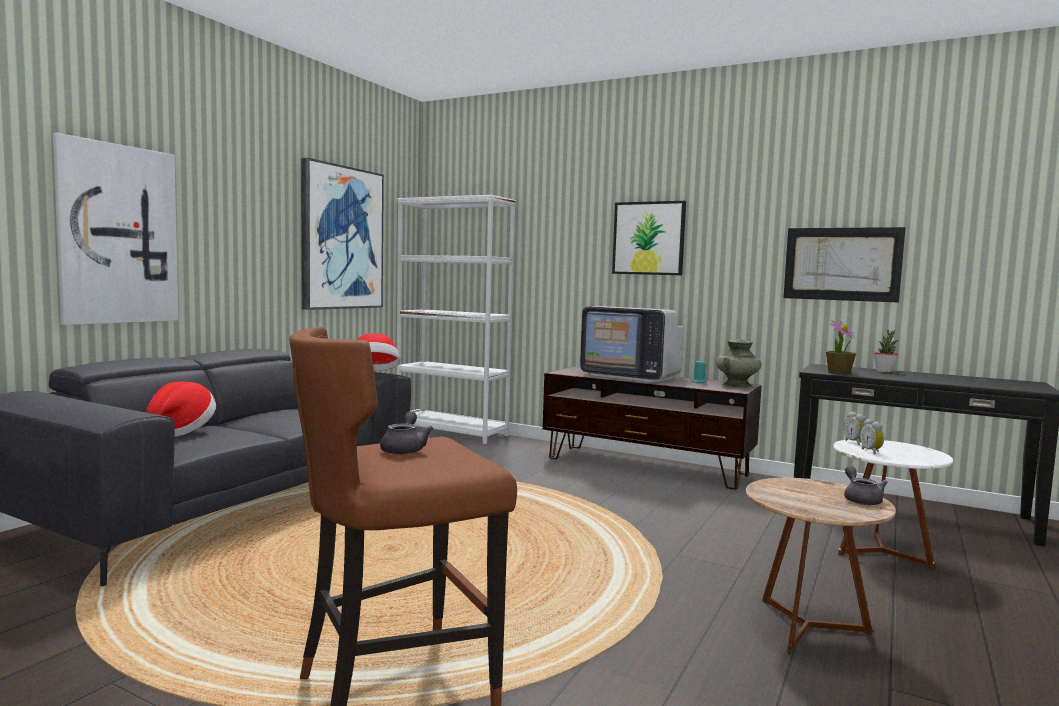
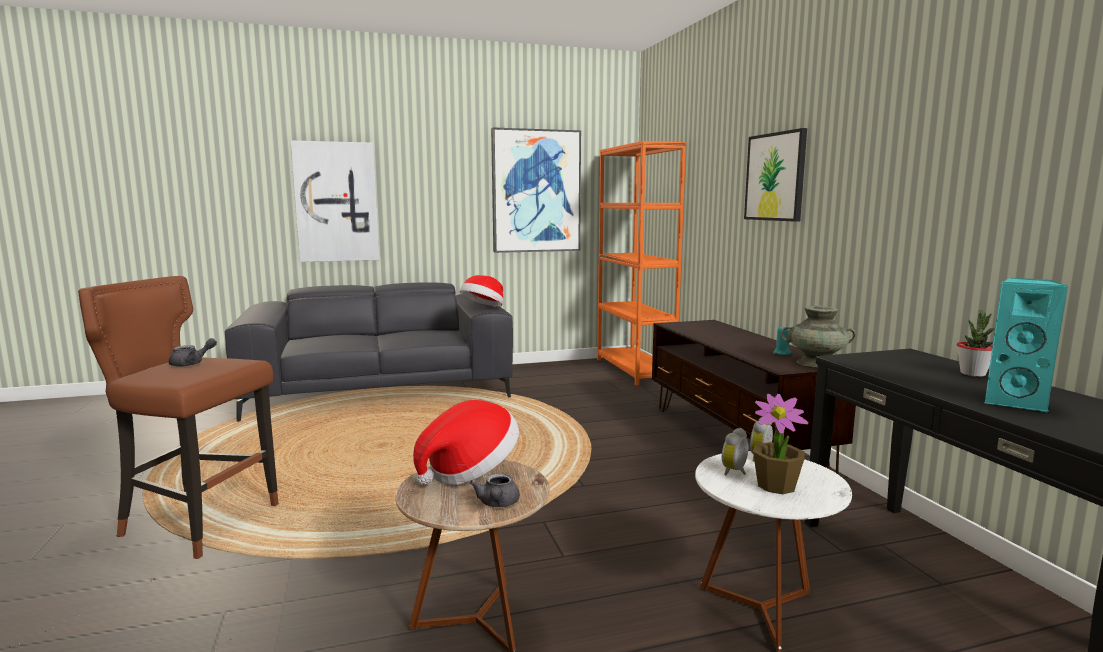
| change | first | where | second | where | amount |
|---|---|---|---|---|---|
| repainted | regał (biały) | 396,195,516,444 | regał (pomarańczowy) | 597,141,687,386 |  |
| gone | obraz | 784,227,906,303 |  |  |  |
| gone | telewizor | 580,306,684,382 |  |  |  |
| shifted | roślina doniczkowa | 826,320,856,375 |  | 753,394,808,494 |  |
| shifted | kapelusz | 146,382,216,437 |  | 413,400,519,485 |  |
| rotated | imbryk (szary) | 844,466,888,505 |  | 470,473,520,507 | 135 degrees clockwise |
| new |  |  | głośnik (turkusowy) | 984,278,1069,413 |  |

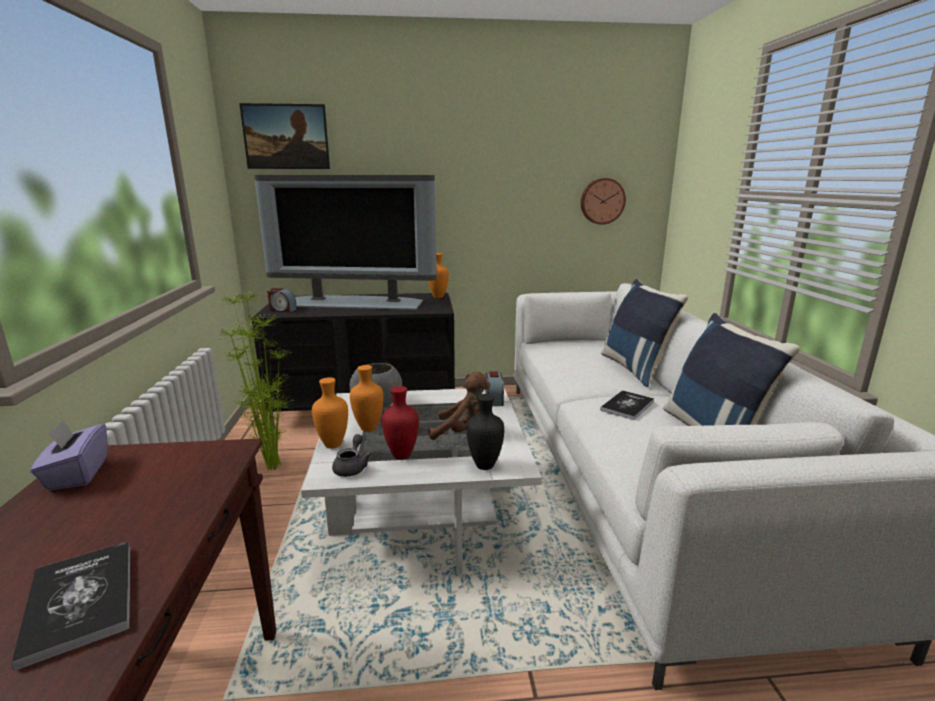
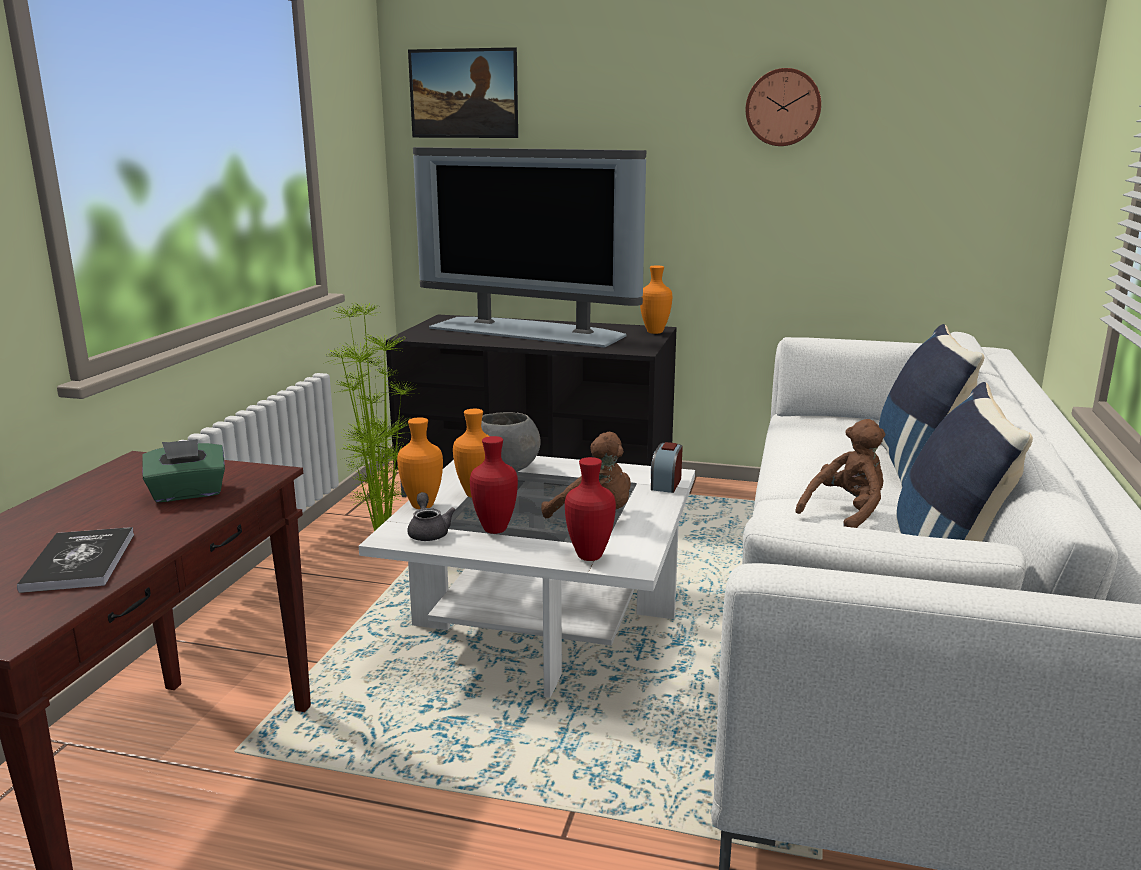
| change | first | where | second | where | amount |
|---|---|---|---|---|---|
| shifted | zegar ścienny | 581,178,626,225 |  | 746,68,821,146 |  |
| gone | budzik | 267,288,297,312 |  |  |  |
| swapped | książka | 600,390,654,420 | pluszak (brązowy) | 795,419,885,528 |  |
| repainted | wazon (czarny) | 466,394,504,470 | wazon (czerwony) | 565,457,616,561 |  |
| gone | pudełko chusteczek (fioletowy) | 30,420,107,491 |  |  |  |
| rotated | imbryk (szary) | 332,434,372,477 |  | 407,492,456,541 | 45 degrees counterclockwise |
| new |  |  | pudełko chusteczek (zielony) | 142,439,225,502 |  |

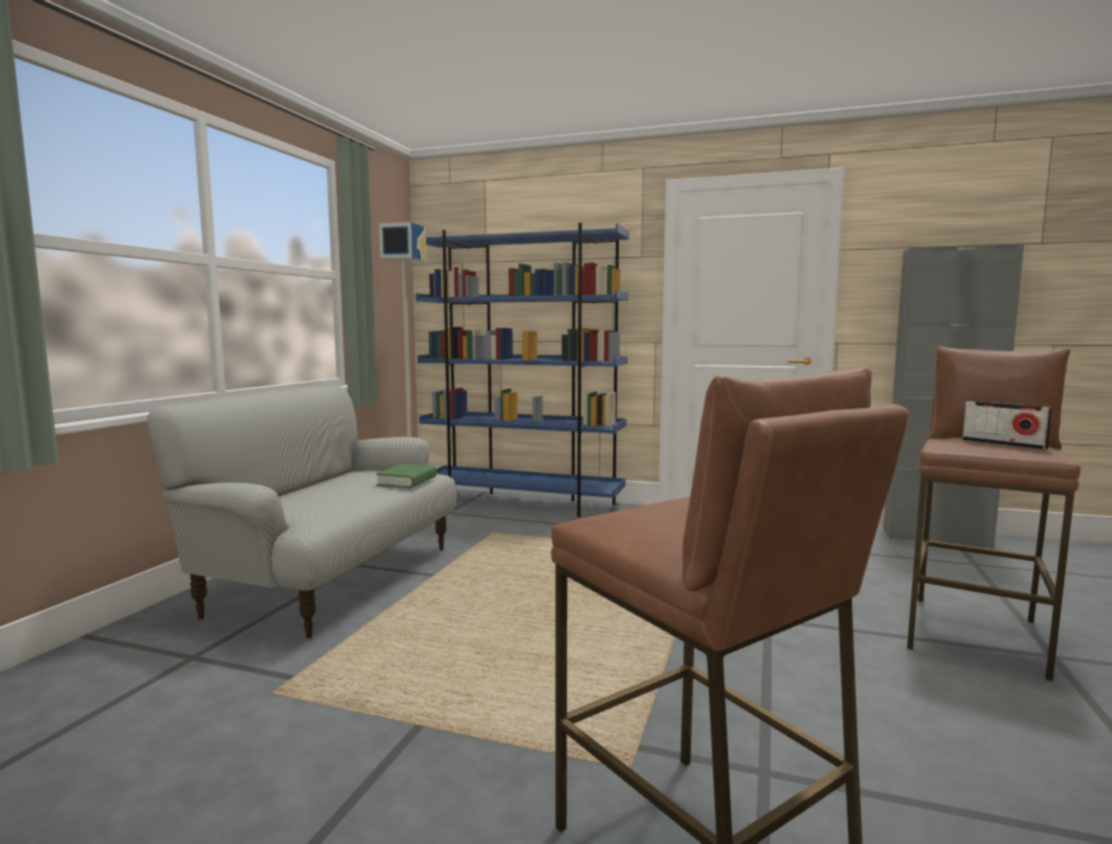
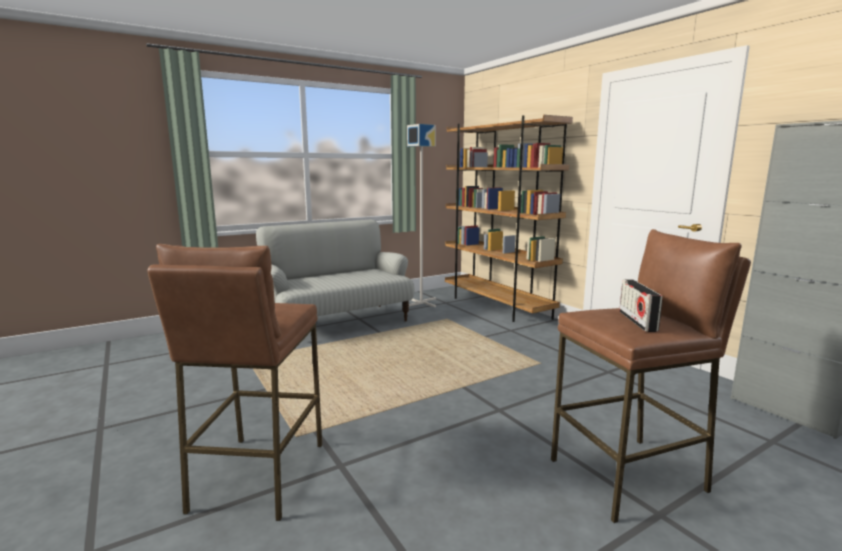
| change | first | where | second | where | amount |
|---|---|---|---|---|---|
| repainted | regał (niebieski) | 416,223,629,517 | regał (brązowy) | 445,115,573,322 |  |
| gone | książka (zielony) | 376,464,436,488 |  |  |  |

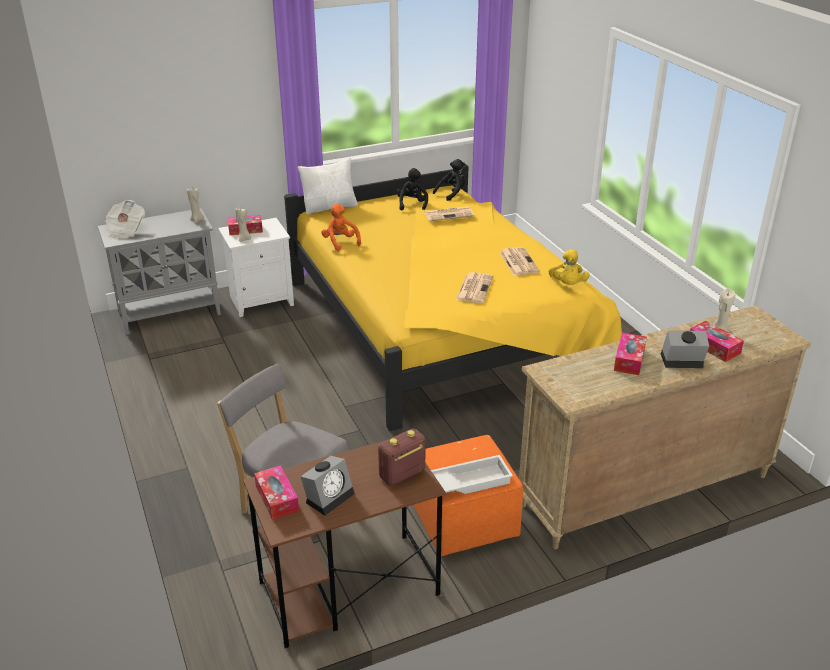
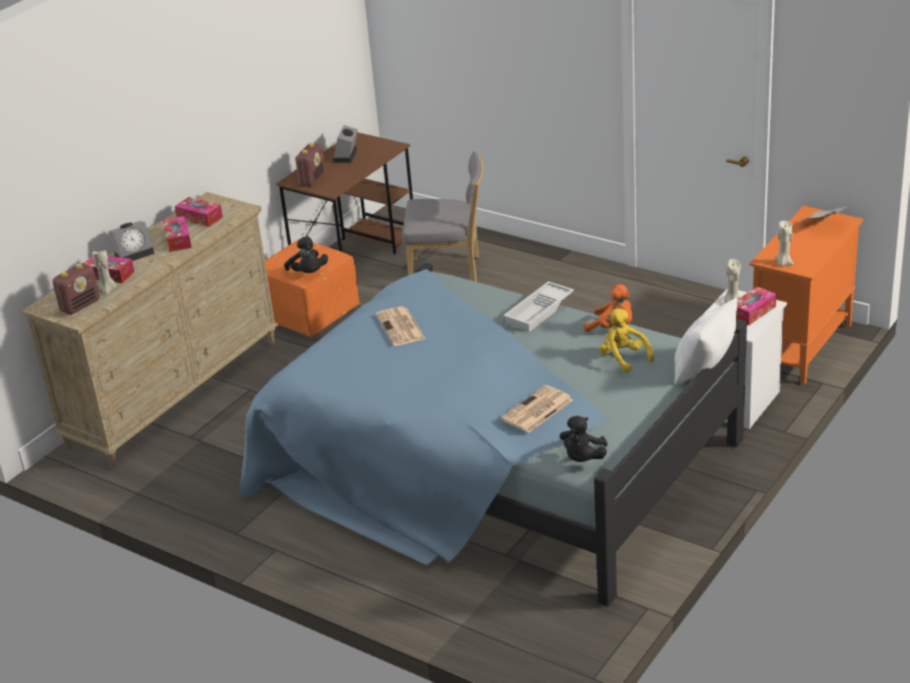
| change | first | where | second | where | amount |
|---|---|---|---|---|---|
| repainted | łóżko (żółty) | 284,164,622,431 | łóżko (niebieski) | 240,262,747,606 |  |
| shifted | pluszak (czarny) | 397,168,428,211 |  | 284,236,328,273 |  |
| repainted | szafka (szary) | 98,208,221,335 | szafka (pomarańczowy) | 750,206,863,385 |  |
| gone | gazeta | 499,247,540,275 |  |  |  |
| shifted | pluszak (żółty) | 548,250,589,285 |  | 599,308,654,373 |  |
| shifted | taca (biały) | 431,455,513,494 |  | 503,281,574,332 |  |
| shifted | pudełko chusteczek | 254,465,299,520 |  | 175,197,223,227 |  |
| new |  |  | radio | 52,263,100,315 |  |

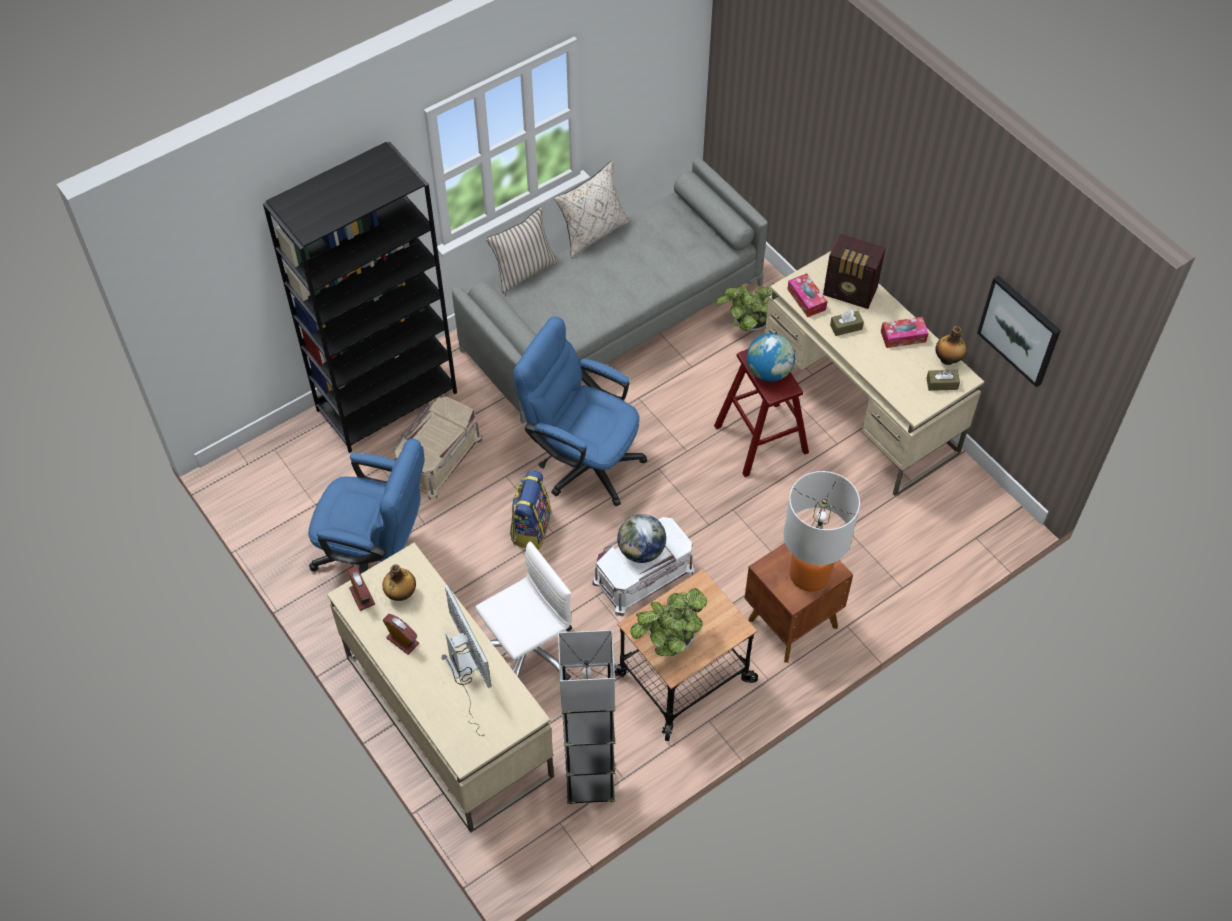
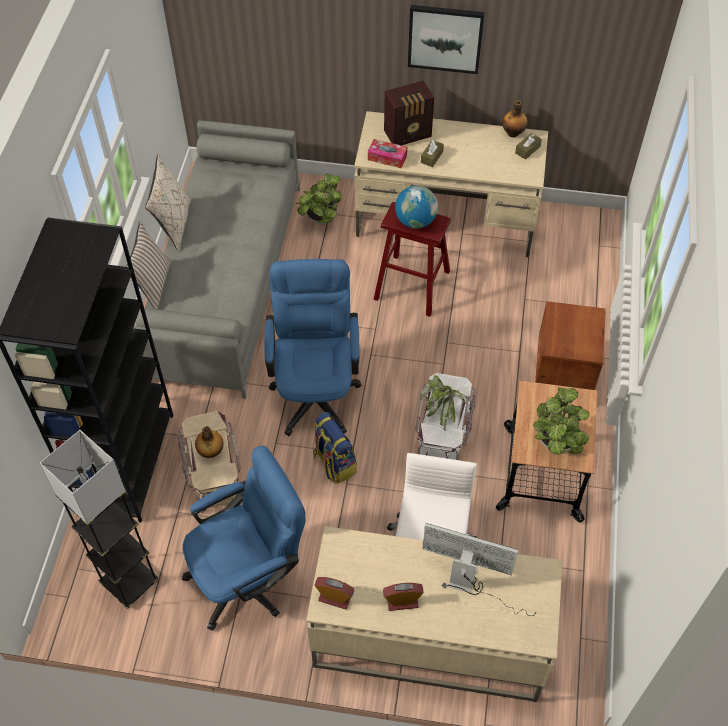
| change | first | where | second | where | amount |
|---|---|---|---|---|---|
| shifted | obraz | 977,275,1061,387 |  | 408,5,485,74 |  |
| rotated | krzesło biurowe (niebieski) | 513,316,647,506 |  | 264,259,362,436 | 105 degrees clockwise |
| gone | pudełko chusteczek | 881,317,929,348 |  |  |  |
| gone | lampa stołowa | 784,471,860,592 |  |  |  |
| swapped | globus | 617,514,666,563 | roślina doniczkowa | 420,375,468,431 |  |
| shifted | butelka | 383,564,416,601 |  | 195,426,223,458 |  |
| shifted | lampa stojąca (szary) | 558,630,615,804 |  | 40,430,159,609 |  |

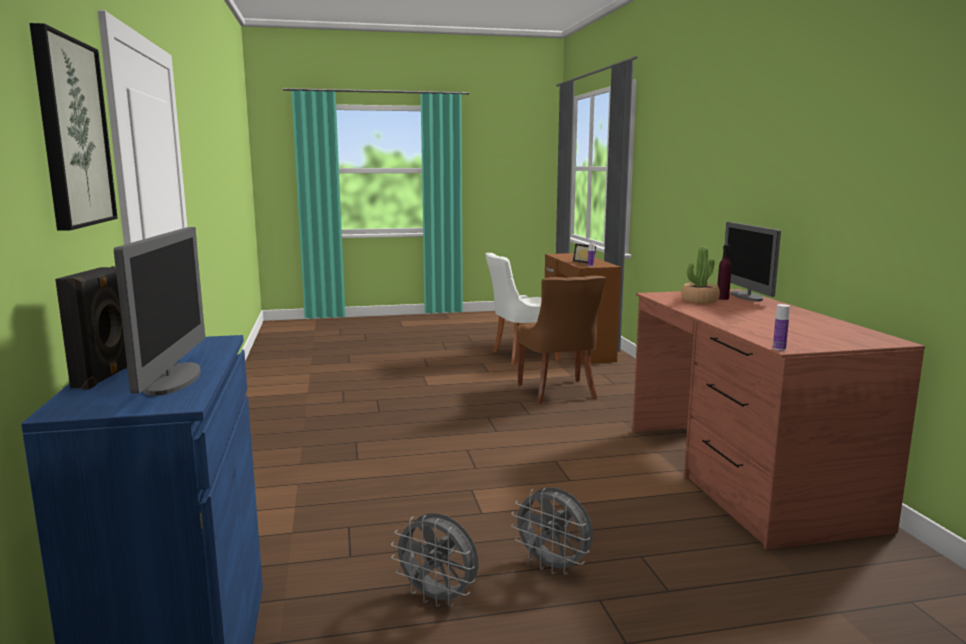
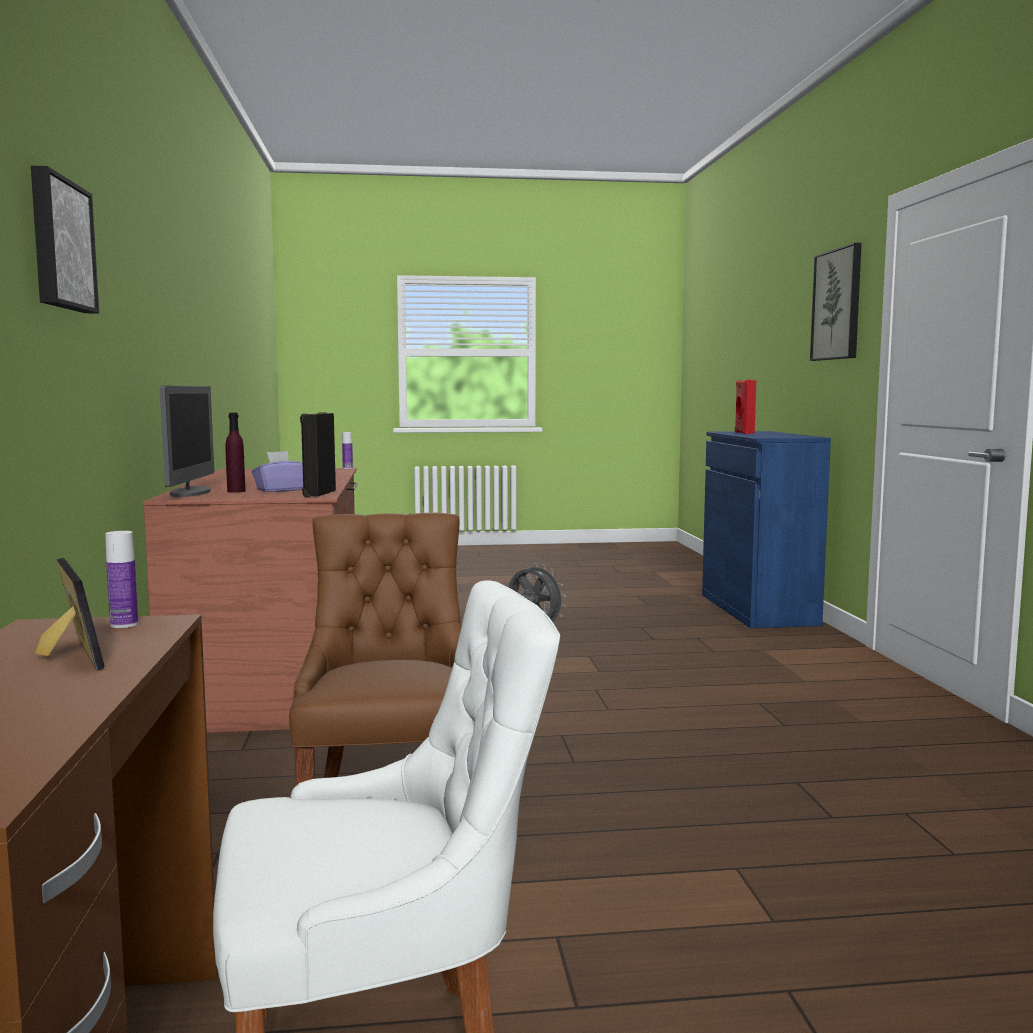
| change | first | where | second | where | amount |
|---|---|---|---|---|---|
| swapped | monitor | 114,227,205,396 | głośnik (czerwony) | 735,380,756,434 |  |
| swapped | roślina doniczkowa | 681,246,720,304 | pudełko chusteczek (fioletowy) | 252,451,303,492 |  |
| shifted | głośnik (czarny) | 55,266,127,390 |  | 300,412,336,497 |  |
| gone | wentylator (szary) | 391,513,478,607 |  |  |  |
| new |  |  | obraz | 31,166,99,313 |  |

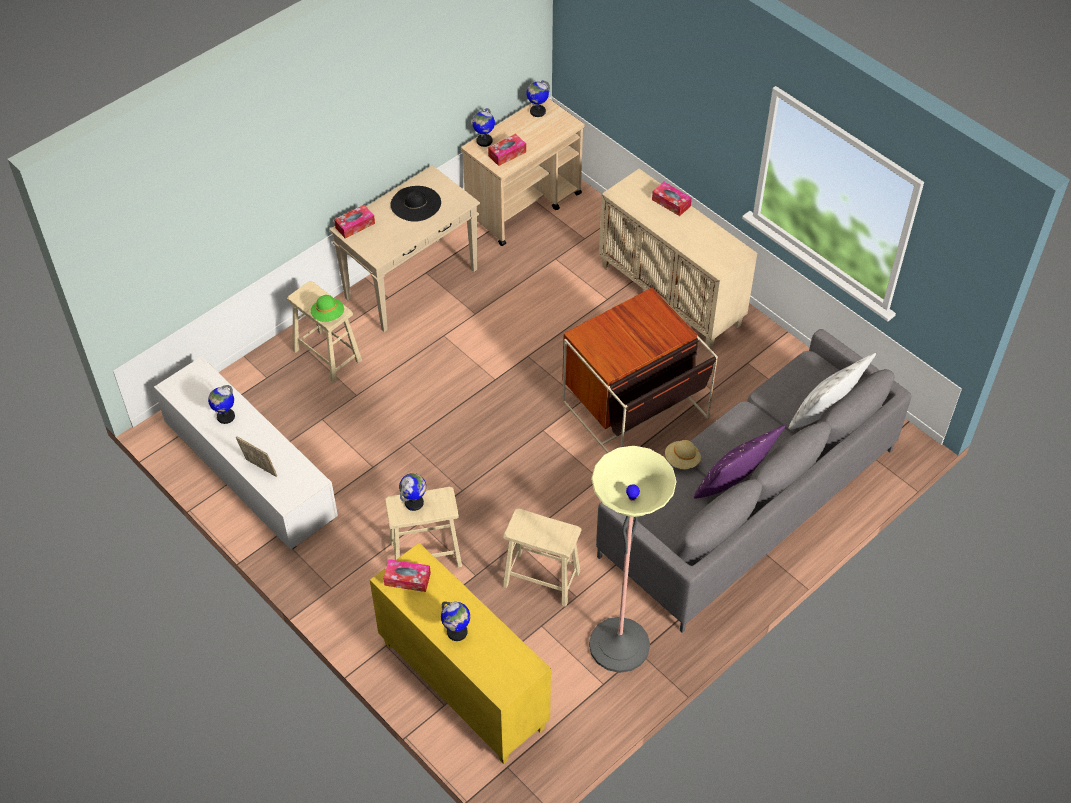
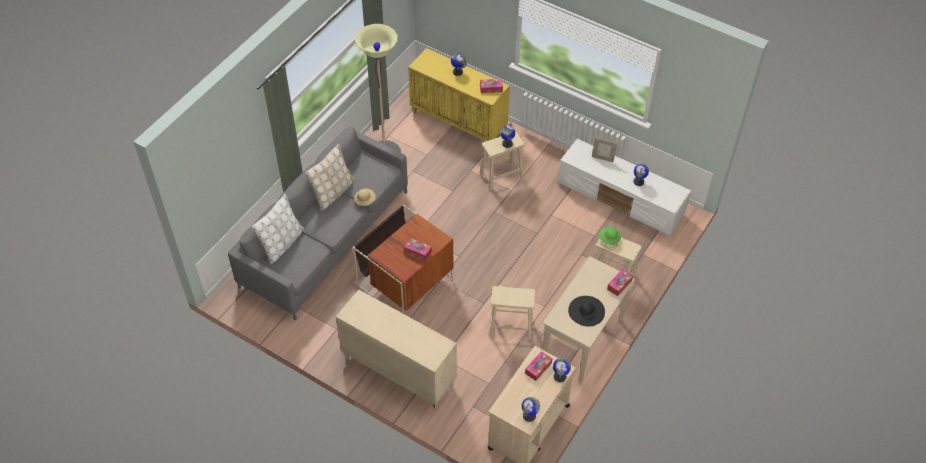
| change | first | where | second | where | amount |
|---|---|---|---|---|---|
| shifted | pudełko chusteczek | 652,182,692,216 |  | 404,238,432,261 |  |
| repainted | poduszka (fioletowy) | 694,426,785,499 | poduszka (beżowy) | 305,144,355,211 |  |
| shifted | stołek (beżowy) | 503,508,582,607 |  | 490,286,535,340 |  |

